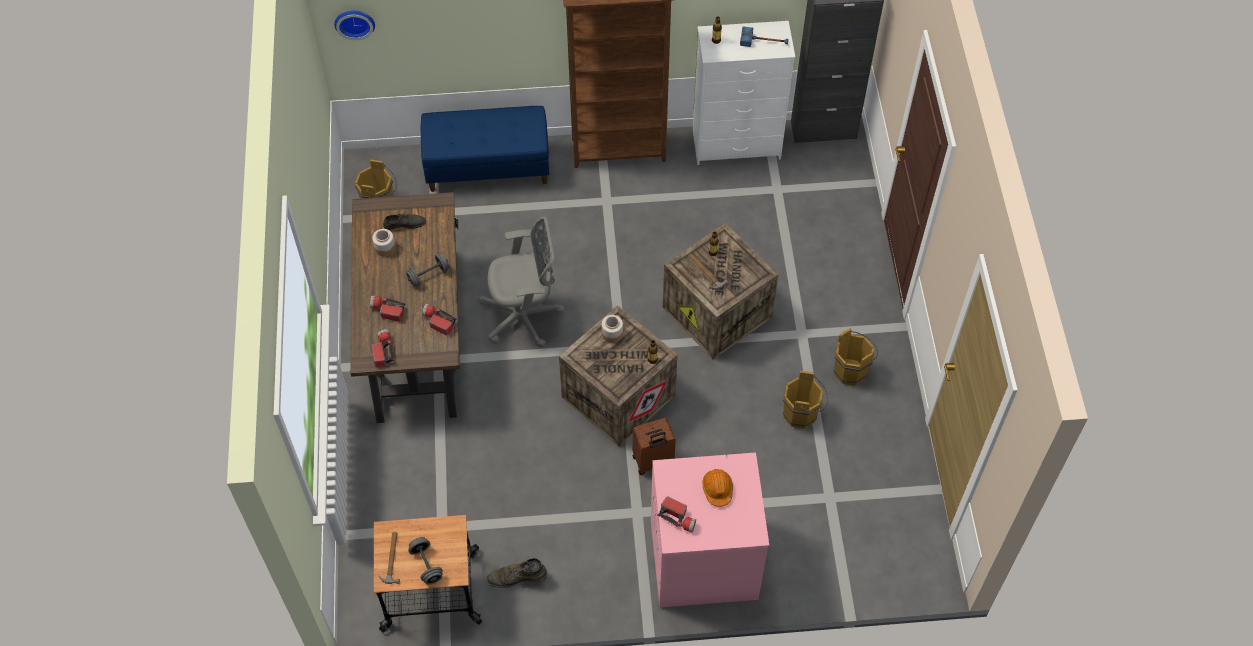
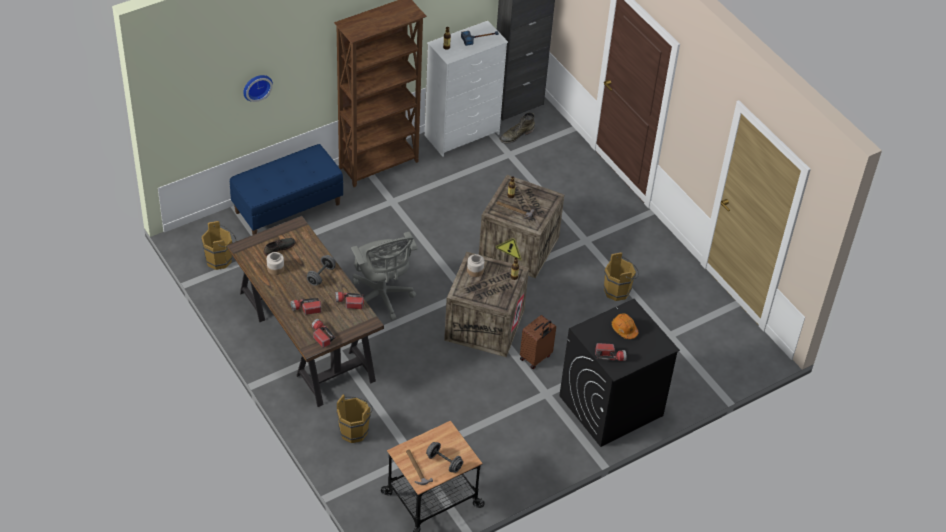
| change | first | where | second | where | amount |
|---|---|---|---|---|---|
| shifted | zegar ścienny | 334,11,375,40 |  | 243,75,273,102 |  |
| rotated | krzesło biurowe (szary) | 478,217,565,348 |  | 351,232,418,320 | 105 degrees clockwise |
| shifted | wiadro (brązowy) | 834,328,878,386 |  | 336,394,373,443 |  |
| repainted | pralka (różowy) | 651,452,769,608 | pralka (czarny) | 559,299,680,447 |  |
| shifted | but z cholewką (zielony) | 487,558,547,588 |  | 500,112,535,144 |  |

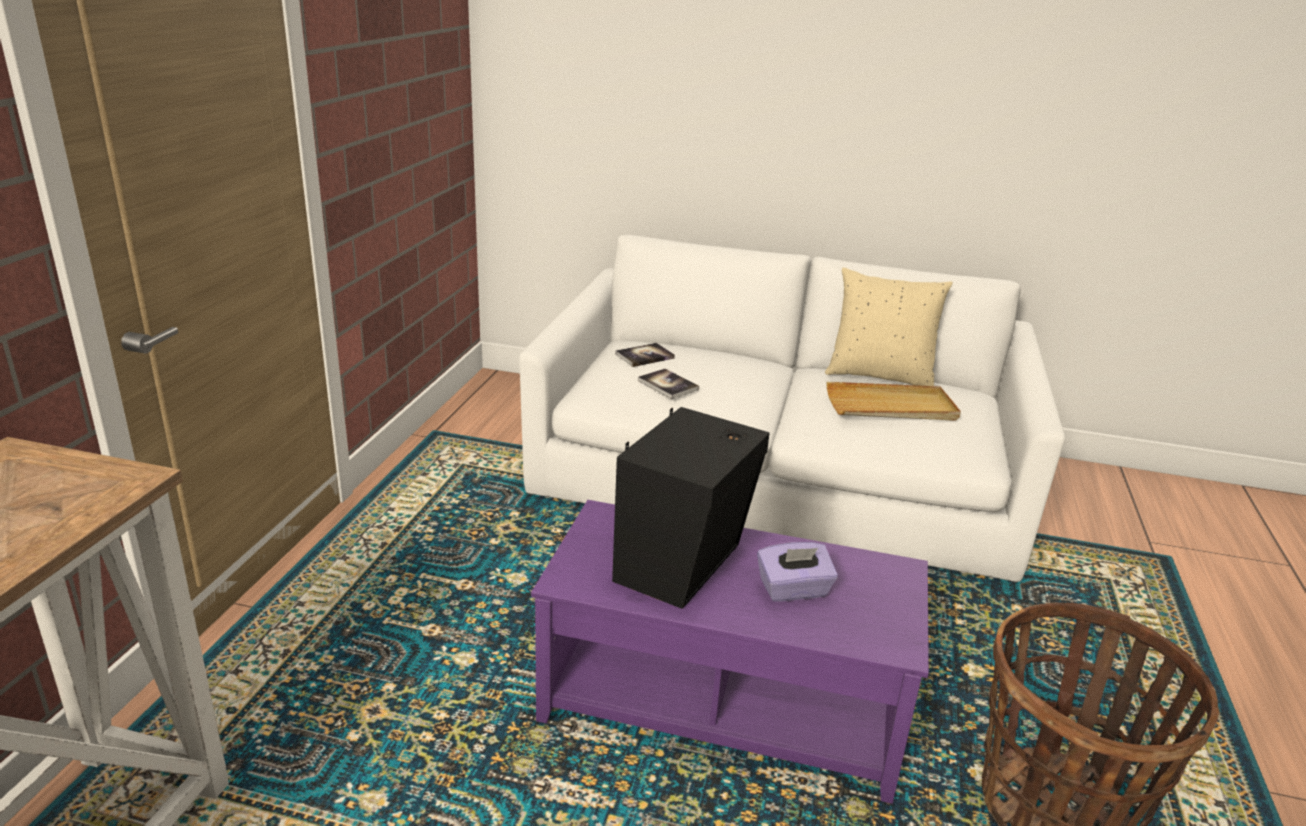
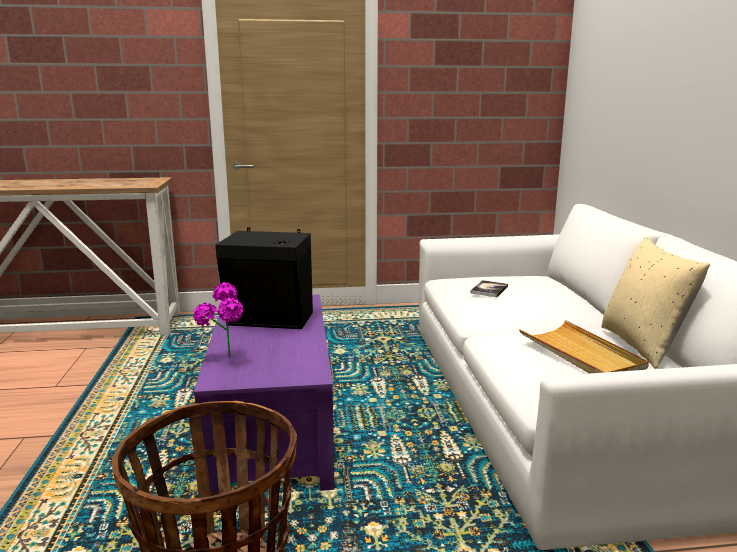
| change | first | where | second | where | amount |
|---|---|---|---|---|---|
| gone | książka | 615,343,675,367 |  |  |  |
| gone | pudełko chusteczek (fioletowy) | 757,542,838,602 |  |  |  |
| new |  |  | roślina doniczkowa | 193,282,243,357 |  |

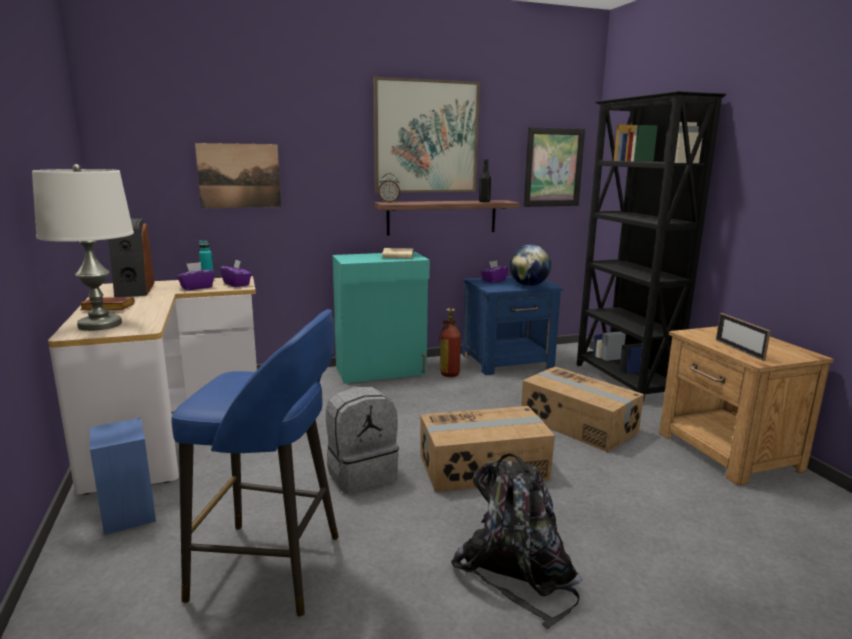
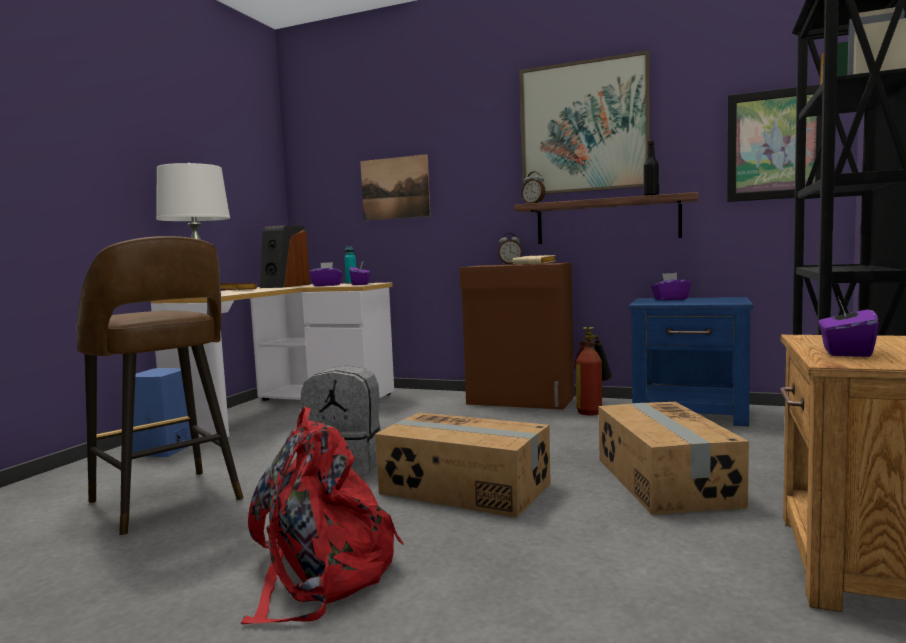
| change | first | where | second | where | amount |
|---|---|---|---|---|---|
| gone | globus | 509,245,551,286 |  |  |  |
| repainted | szafka (turkusowy) | 333,252,430,383 | szafka (brązowy) | 459,263,574,410 |  |
| repainted | stołek (niebieski) | 171,309,339,617 | stołek (brązowy) | 76,236,244,536 |  |
| swapped | ramka na zdjęcie | 716,313,771,361 | pudełko chusteczek (fioletowy) | 818,297,879,357 |  |
| repainted | plecak (czarny) | 451,453,583,629 | plecak (czerwony) | 241,407,404,625 |  |
| new |  |  | budzik | 498,233,522,264 |  |

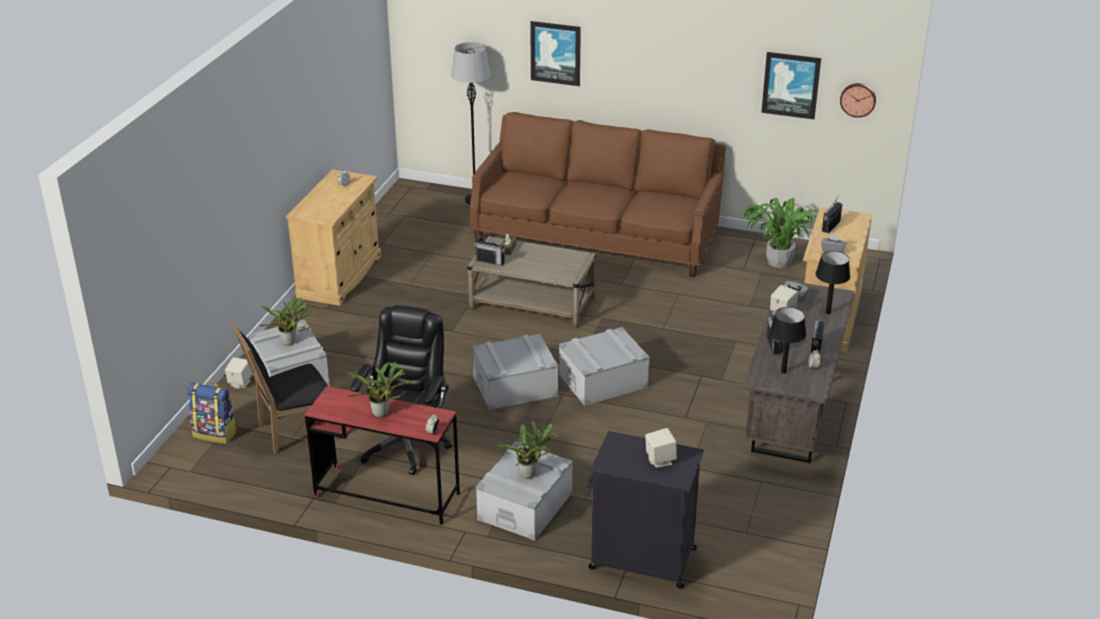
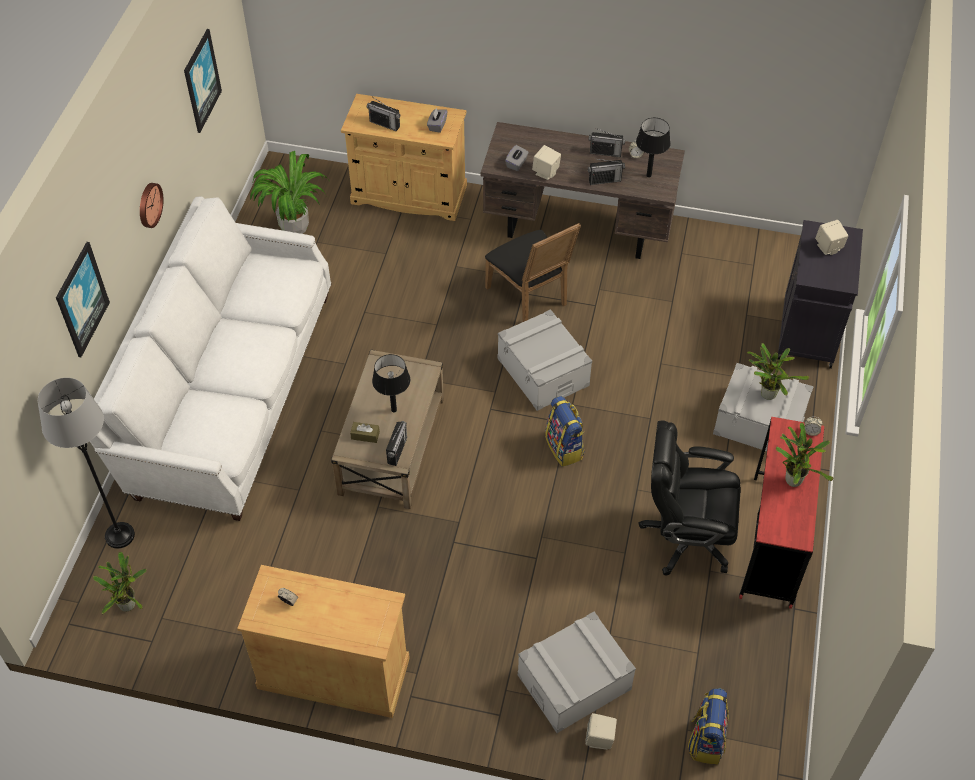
| change | first | where | second | where | amount |
|---|---|---|---|---|---|
| shifted | zegar ścienny | 840,83,876,118 |  | 140,183,164,228 |  |
| repainted | kanapa (brązowy) | 470,112,726,277 | kanapa (biały) | 90,196,331,521 |  |
| shifted | lampa stołowa (czarny) | 816,251,850,315 |  | 372,354,410,412 |  |
| shifted | roślina doniczkowa | 259,297,319,346 |  | 93,552,147,614 |  |
| shifted | krzesło (czarny) | 231,322,340,454 |  | 485,223,581,322 |  |
| swapped | pojemnik do przechowywania (szary) | 472,334,559,410 | plecak | 545,396,584,467 |  |

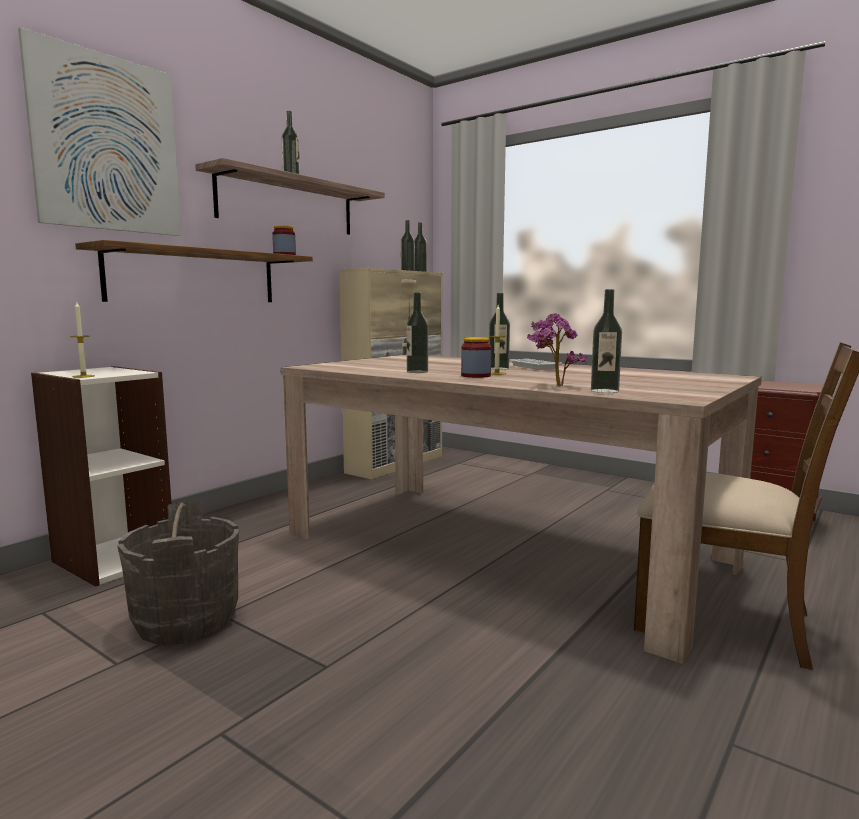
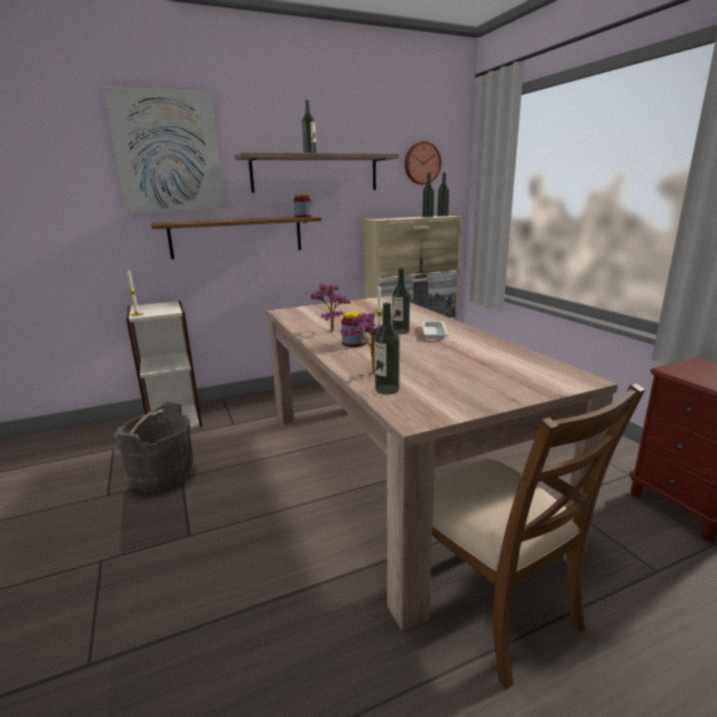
| change | first | where | second | where | amount |
|---|---|---|---|---|---|
| swapped | butelka | 406,293,428,373 | roślina doniczkowa | 310,284,351,331 |  |
| new |  |  | zegar ścienny | 405,141,442,185 |  |

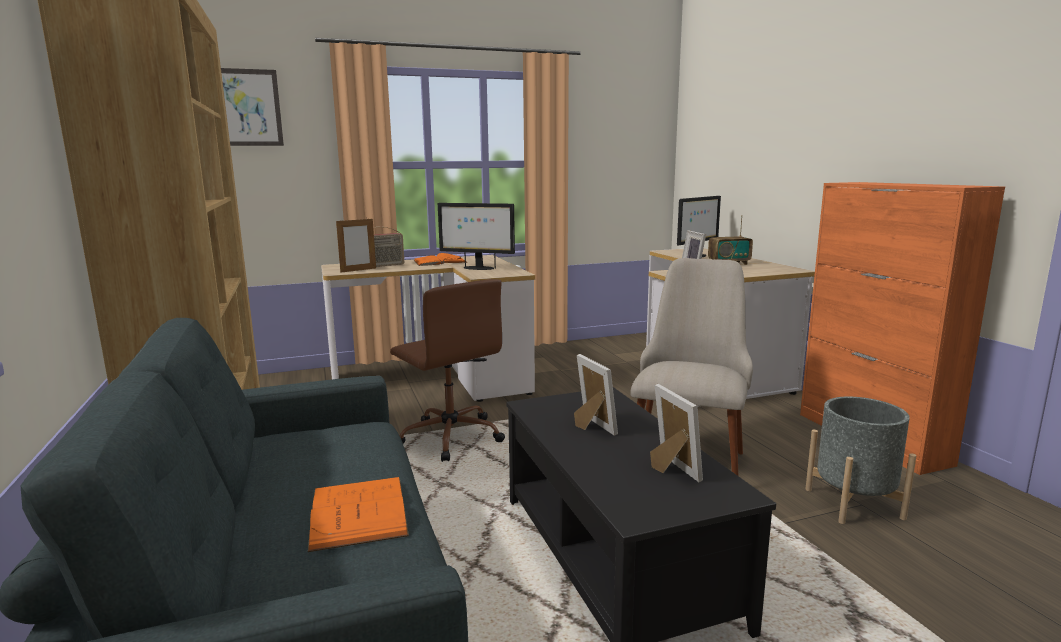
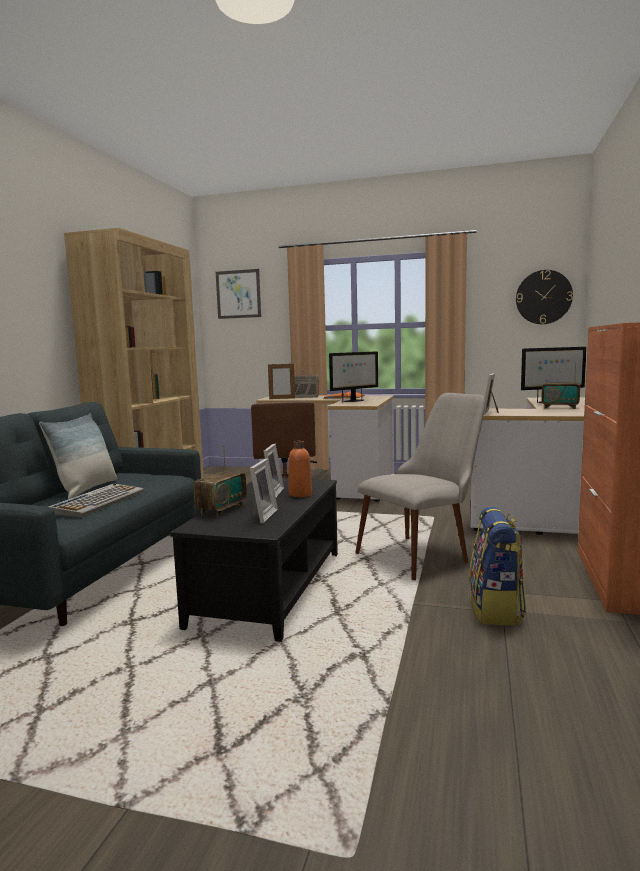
| change | first | where | second | where | amount |
|---|---|---|---|---|---|
| rotated | monitor | 438,203,515,270 |  | 329,351,378,402 | 90 degrees counterclockwise |
| swapped | donica (szary) | 805,397,916,524 | plecak | 469,507,527,626 |  |
| swapped | książka (pomarańczowy) | 308,477,409,552 | klawiatura | 48,484,144,517 |  |
| new |  |  | zegar ścienny | 516,270,573,324 |  |
| new |  |  | poduszka | 39,413,117,499 |  |
| new |  |  | butelka (pomarańczowy) | 289,440,312,497 |  |
| new |  |  | radio | 193,445,247,517 |  |

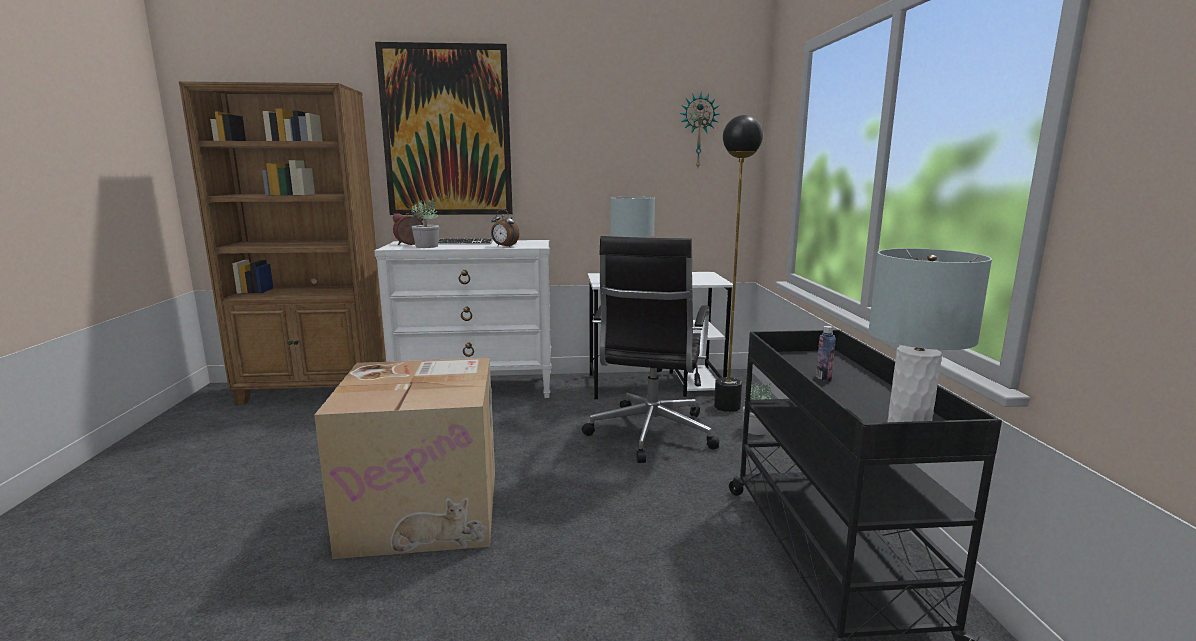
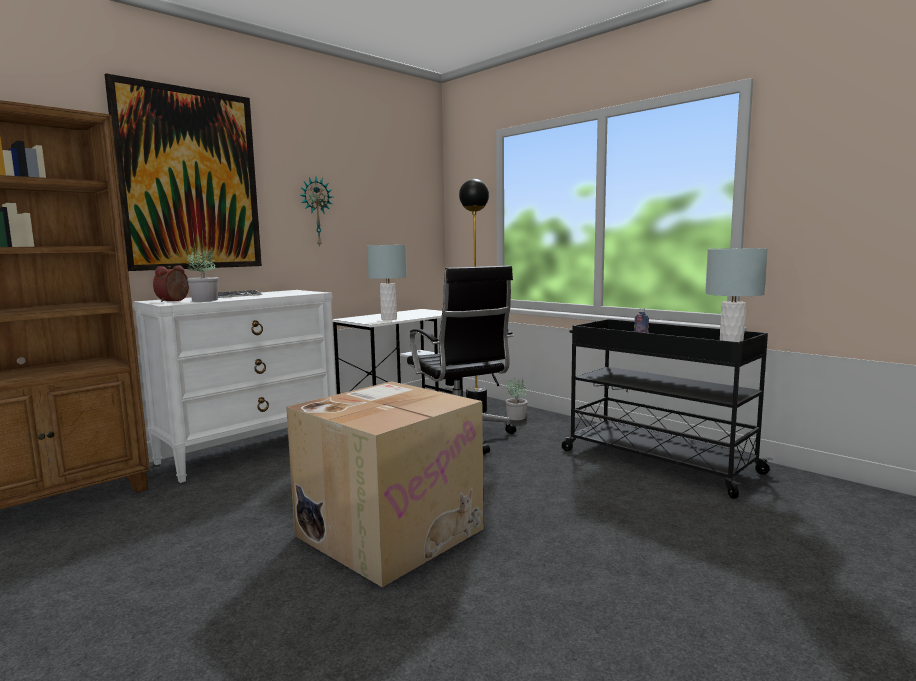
| change | first | where | second | where | amount |
|---|---|---|---|---|---|
| shifted | zegar ścienny | 680,92,719,167 |  | 300,177,333,246 |  |
| gone | budzik | 491,209,519,247 |  |  |  |

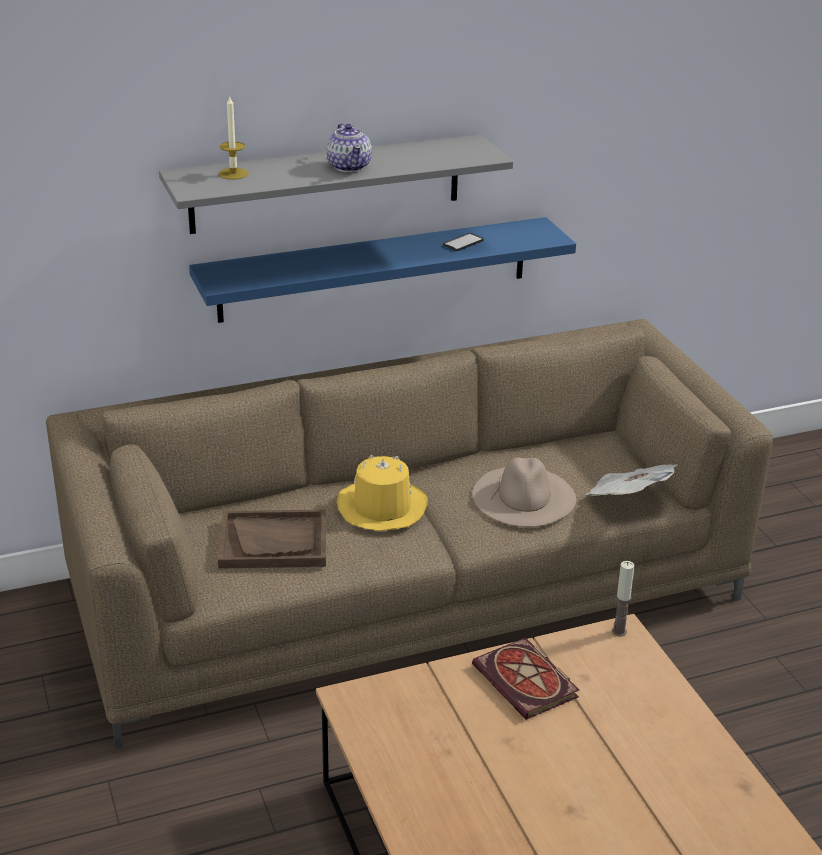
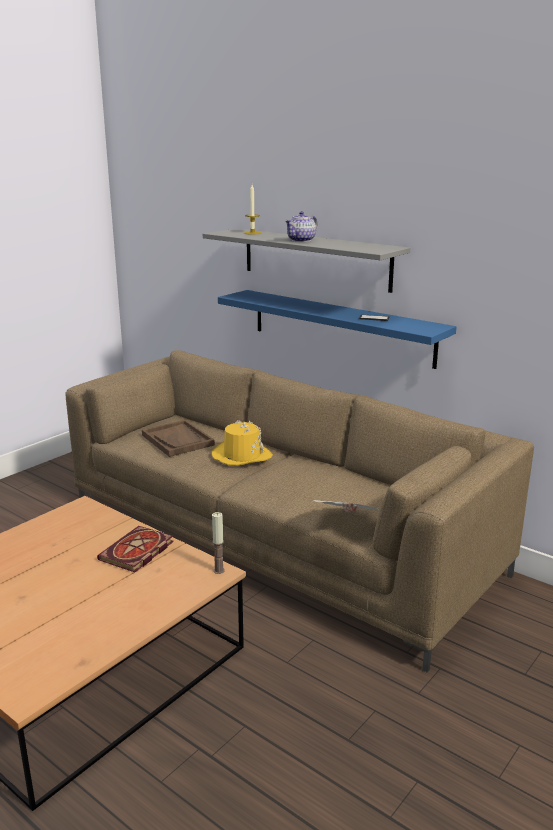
| change | first | where | second | where | amount |
|---|---|---|---|---|---|
| gone | kapelusz (beżowy) | 472,457,576,527 |  |  |  |

